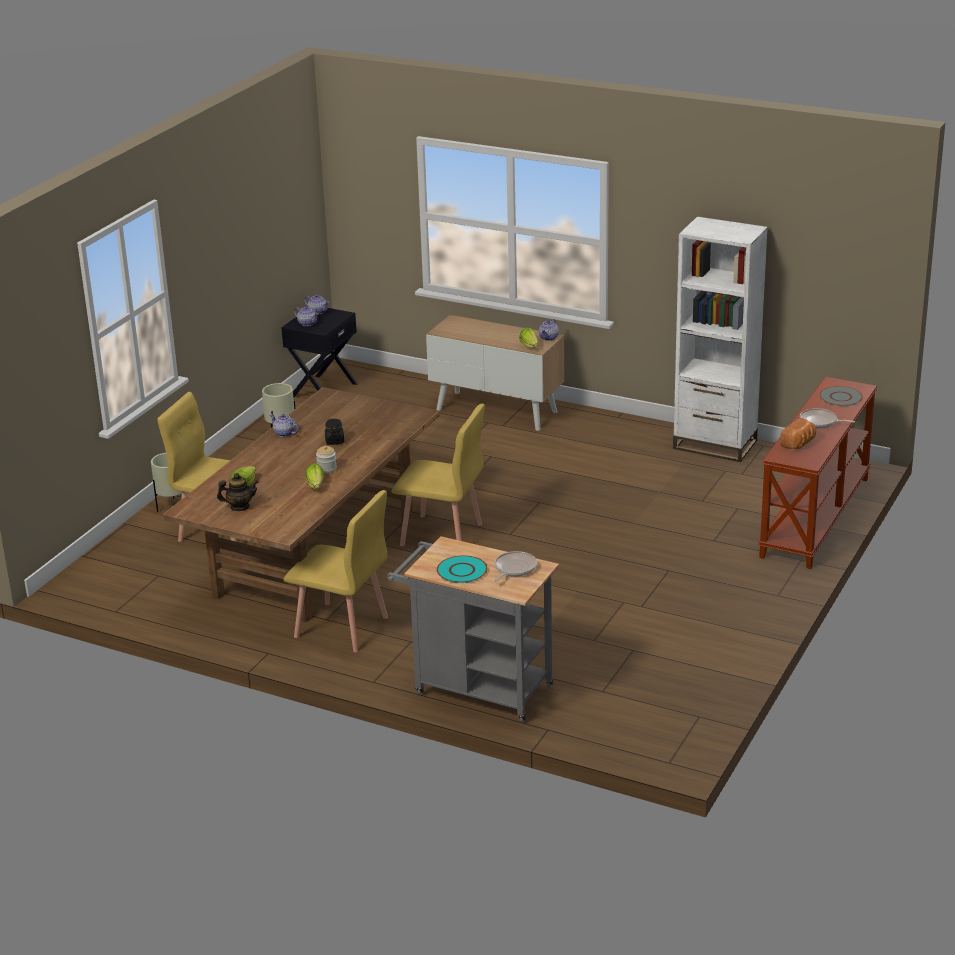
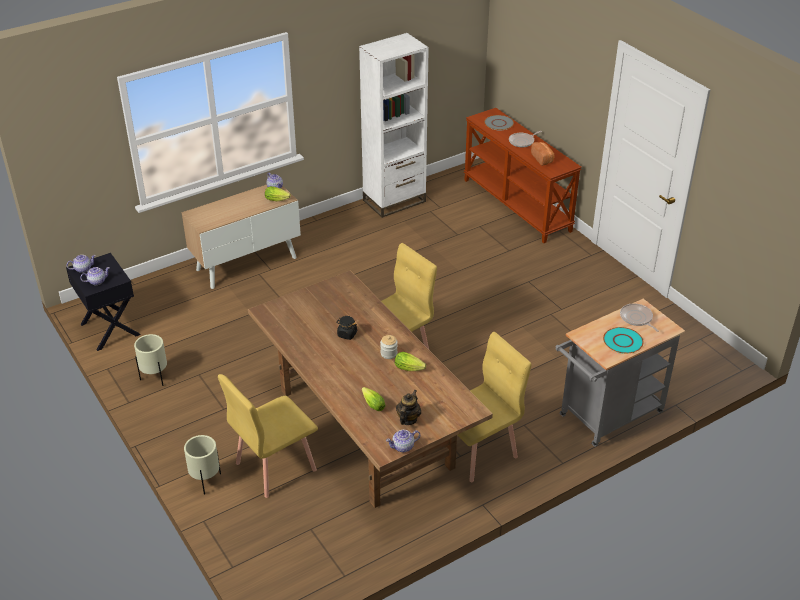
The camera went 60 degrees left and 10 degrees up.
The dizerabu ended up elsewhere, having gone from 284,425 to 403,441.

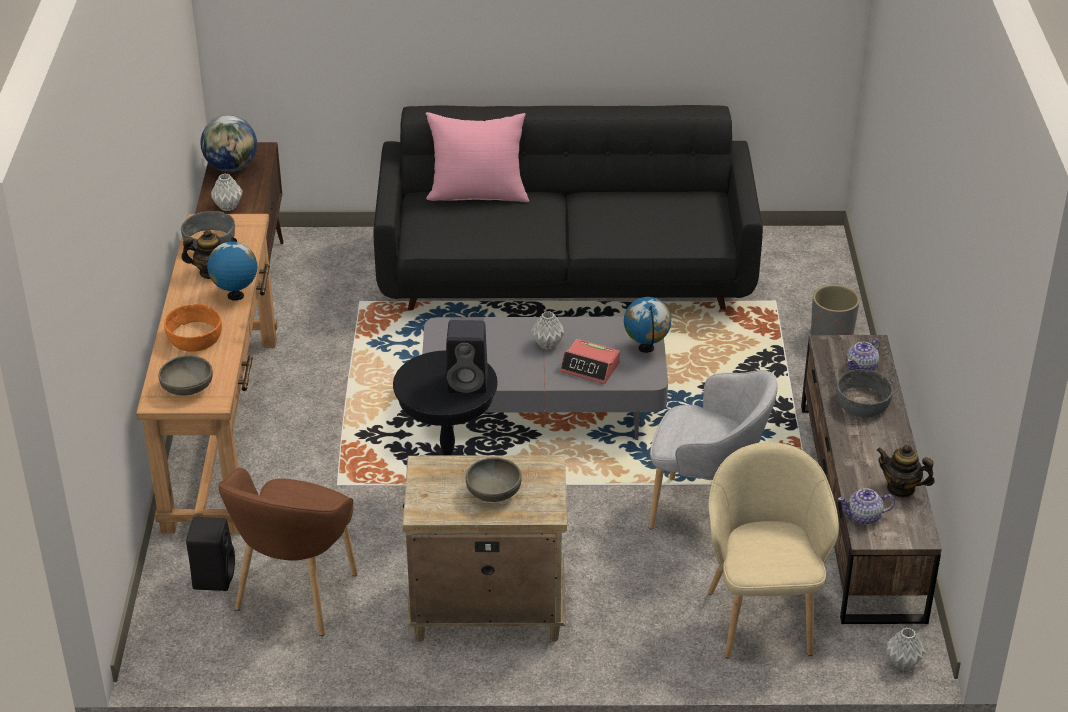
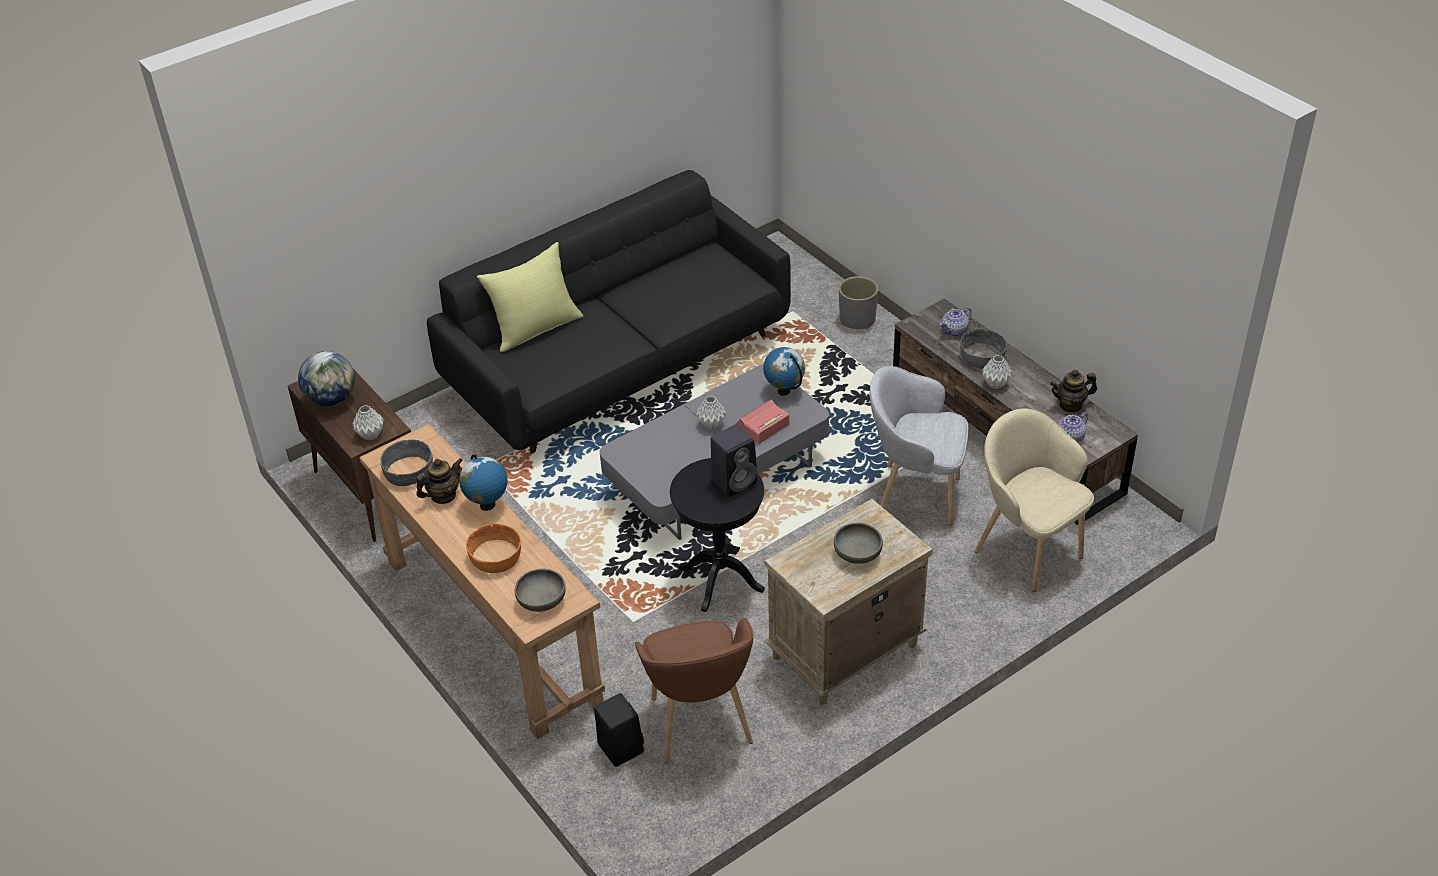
The camera went 35 degrees left and 5 degrees up.
What was the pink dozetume at 477,157 turned into the yellow dozetume at 530,297.
The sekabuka at 590,361 ended up facing another way, 150 degrees clockwise from before.
The dizerabu at 863,355 ended up facing another way, 45 degrees clockwise from before.
The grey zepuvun at 713,450 ended up facing another way, 150 degrees counterclockwise from before.
The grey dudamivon ended up elsewhere, having gone from 905,649 to 997,372.

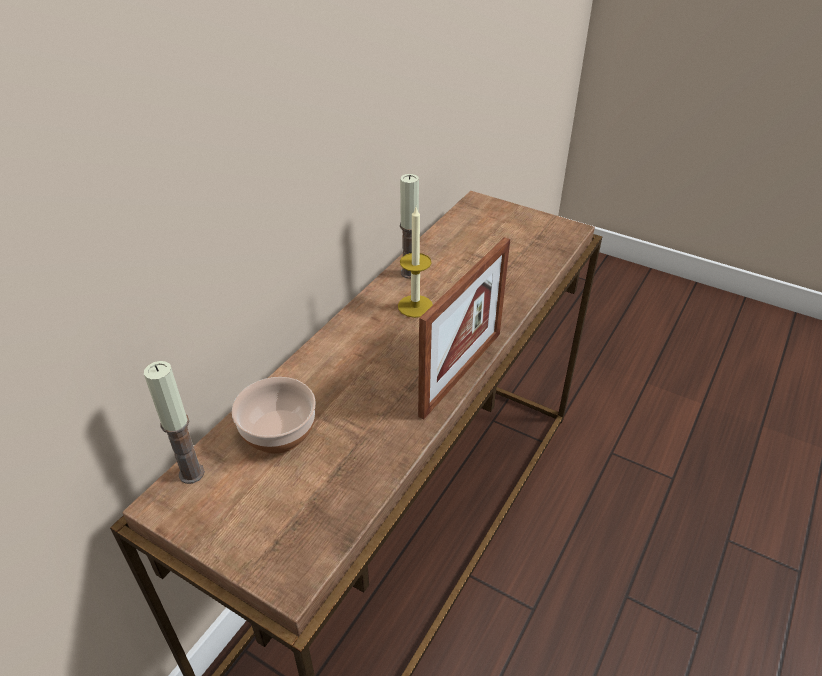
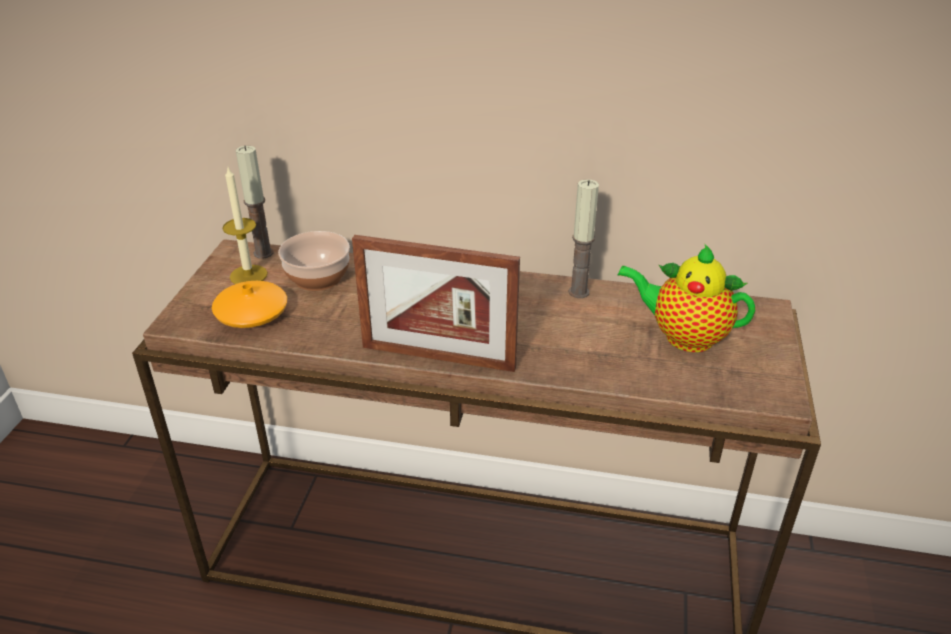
The camera went 70 degrees right and 5 degrees down.
The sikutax ended up elsewhere, having gone from 415,262 to 245,225.
The second view gained the dizerabu at 686,298.
The second view gained the orange dudamivon at 249,304.

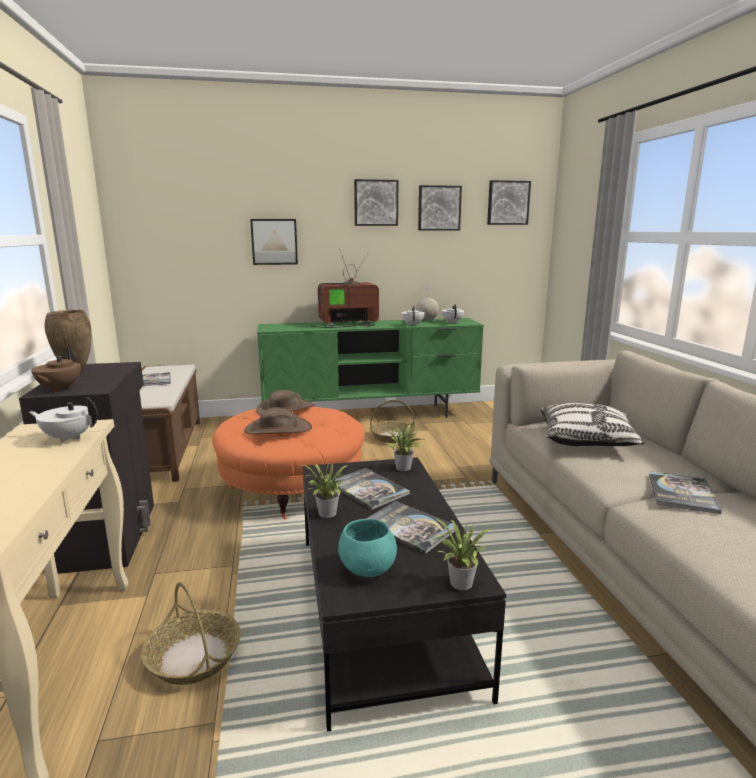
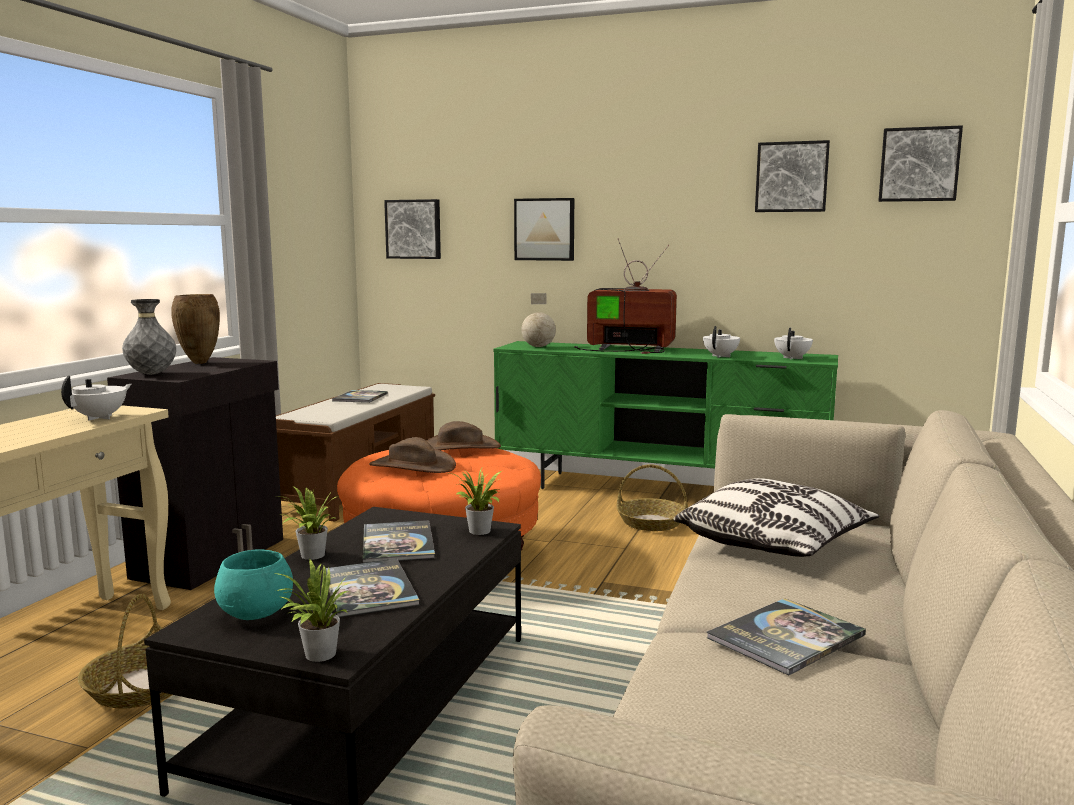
The camera went 30 degrees right and 5 degrees down.
The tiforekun ended up elsewhere, having gone from 376,202 to 412,229.
The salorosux ended up elsewhere, having gone from 427,303 to 538,320.
Where the brown dizerabu stood at 56,369, the grey dudamivon came to stand at 149,337.
The white dizerabu at 63,420 ended up facing another way, 75 degrees clockwise from before.

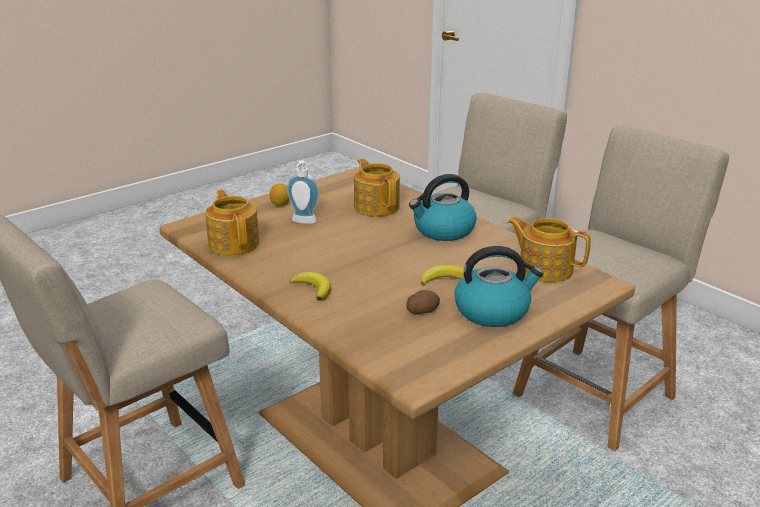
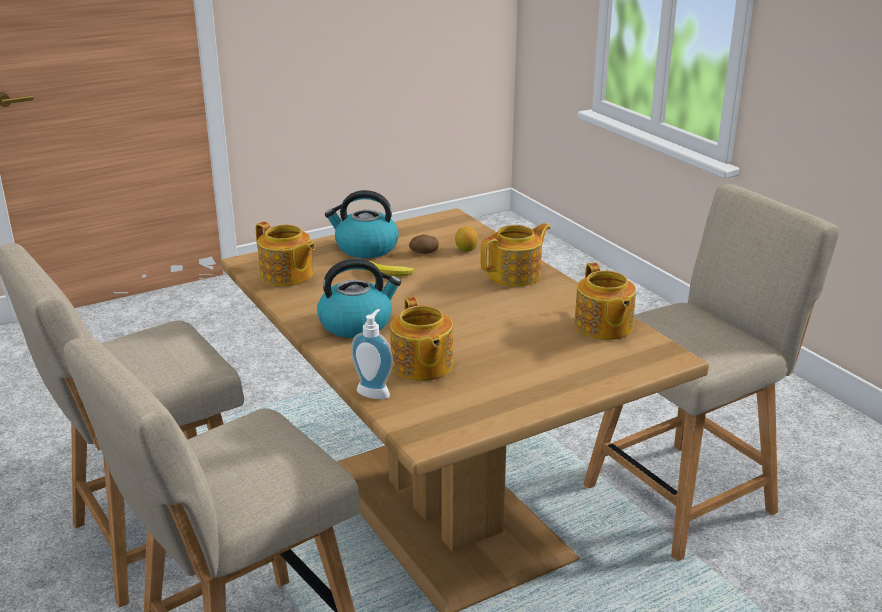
The camera went 170 degrees left and 0 degrees up.
The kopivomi ended up elsewhere, having gone from 303,192 to 372,354.
The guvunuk ended up elsewhere, having gone from 279,194 to 466,239.
Where the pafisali stood at 310,286, the dizerabu came to stand at 515,255.

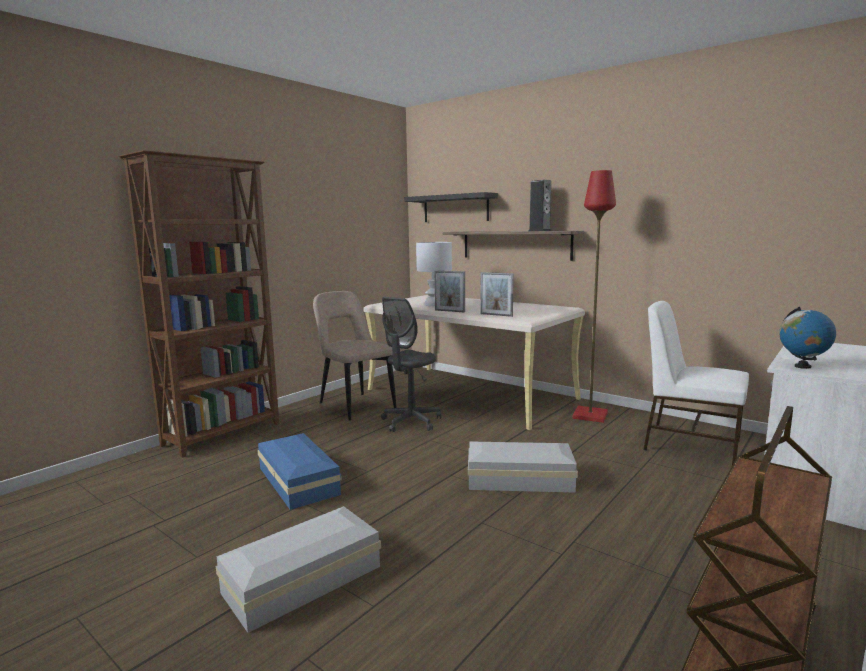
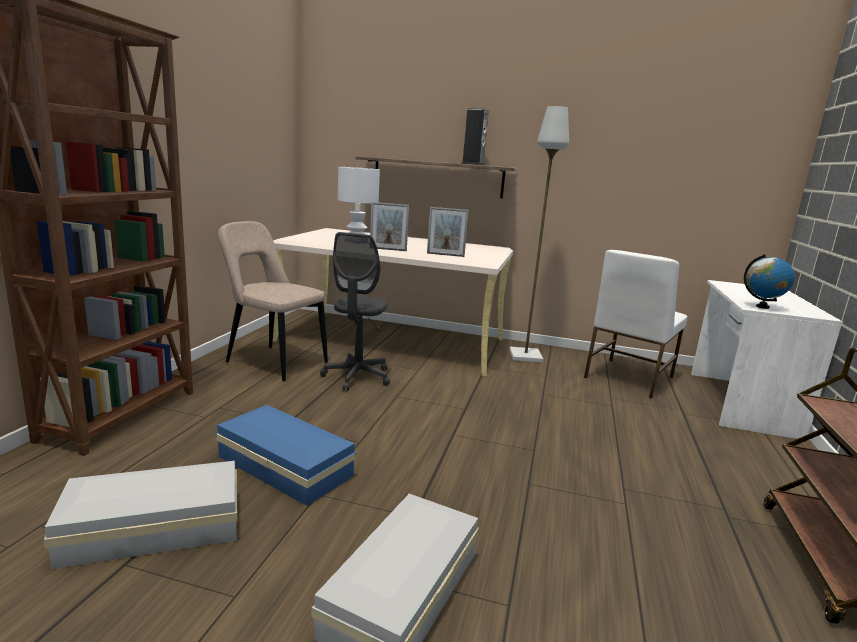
The camera went 25 degrees left and 5 degrees up.
What was the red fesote at 594,296 turned into the grey fesote at 539,234.
The second view lost the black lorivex at 451,207.
The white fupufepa at 696,383 ended up facing another way, 60 degrees counterclockwise from before.
The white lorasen ended up elsewhere, having gone from 523,467 to 140,515.

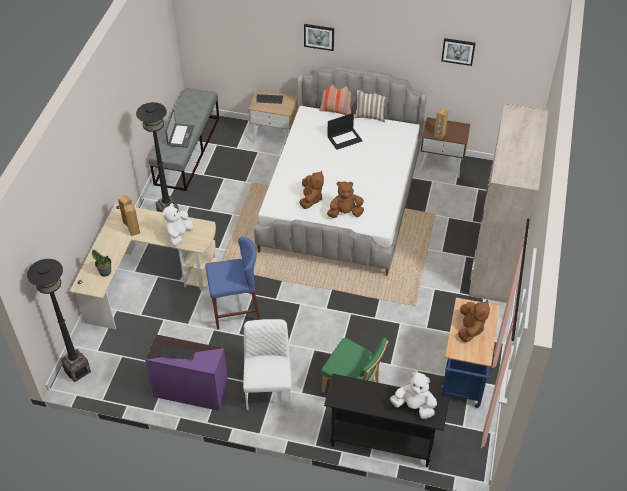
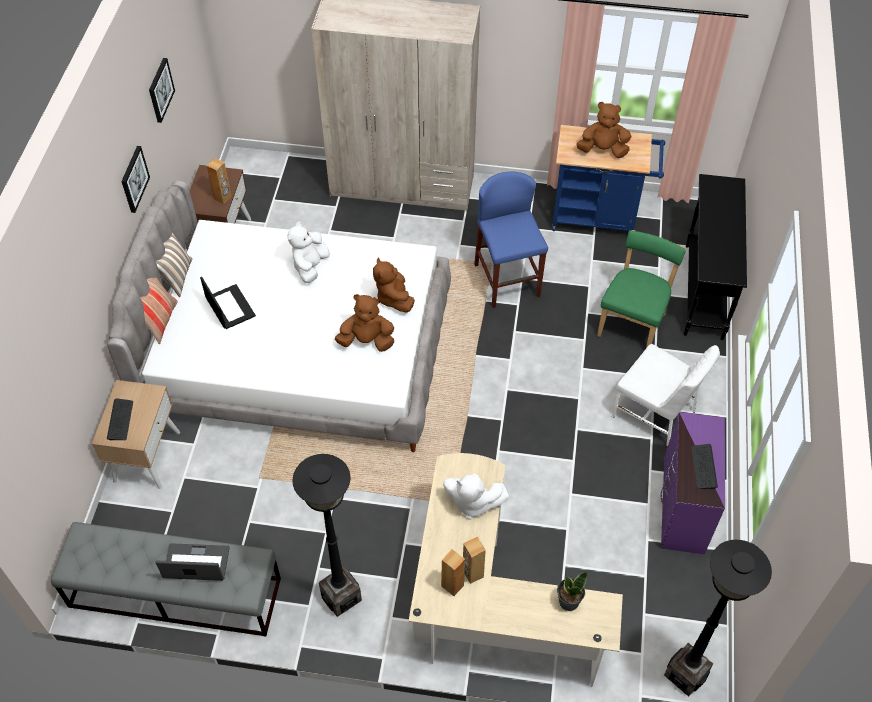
The camera went 95 degrees left and 5 degrees up.
The tiforekun ended up elsewhere, having gone from 319,37 to 135,179.
The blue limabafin ended up elsewhere, having gone from 232,283 to 511,240.
The white fupufepa at 267,364 ended up facing another way, 135 degrees counterclockwise from before.
The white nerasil ended up elsewhere, having gone from 413,395 to 308,252.

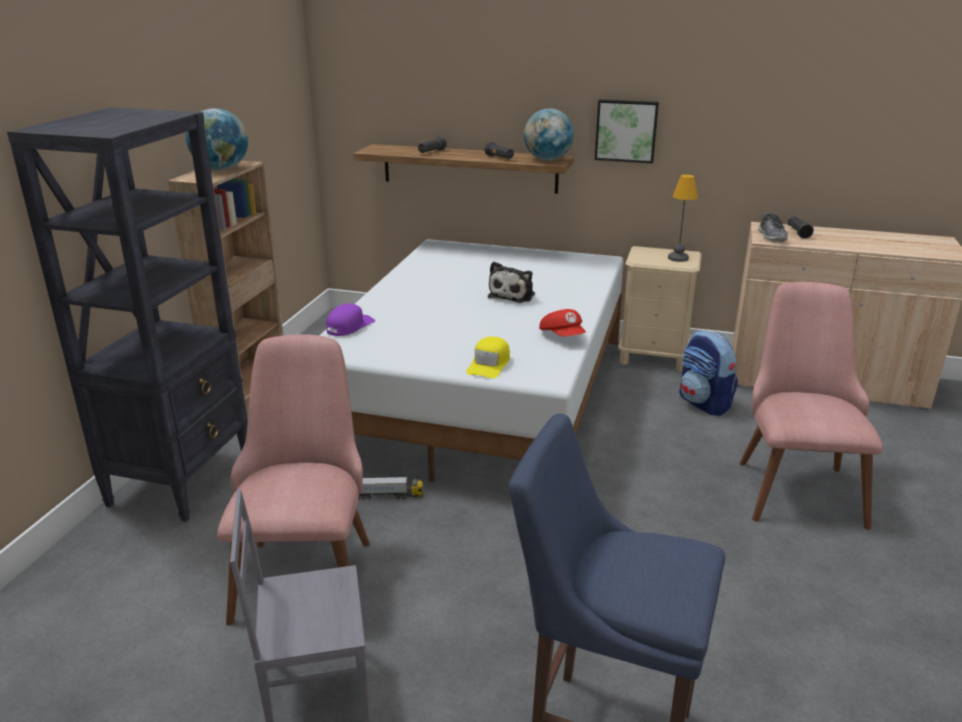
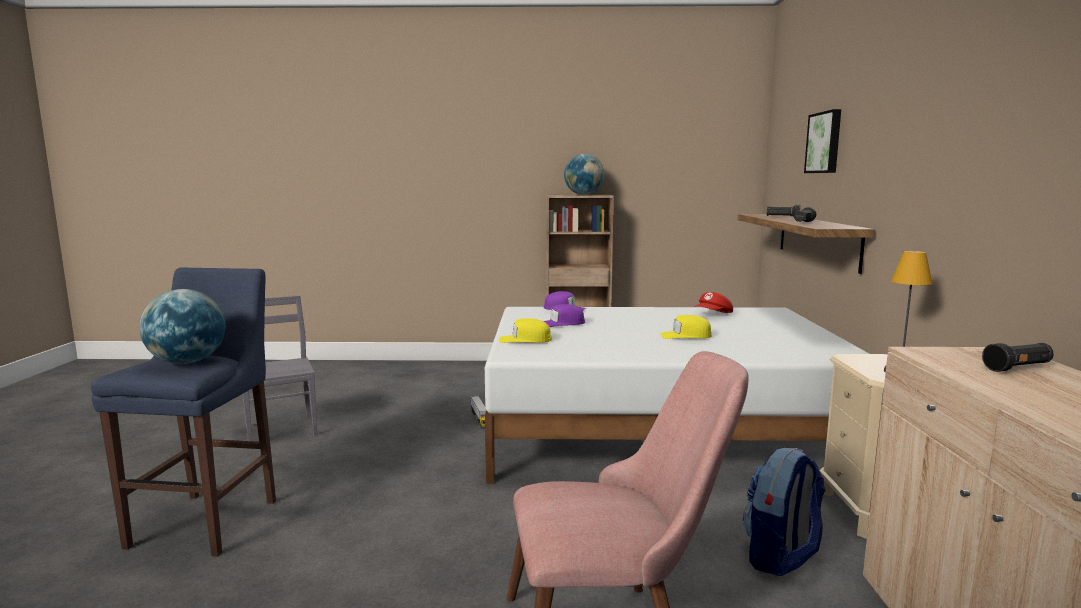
The camera went 75 degrees right and 15 degrees down.
The tiforekun ended up elsewhere, having gone from 627,131 to 822,141.
The second view lost the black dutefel at 127,314.
The salorosux ended up elsewhere, having gone from 549,135 to 182,326.
The second view lost the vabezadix at 773,227.
Where the nerasil stood at 511,282, the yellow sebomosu came to stand at 686,327.
The red sebomosu ended up elsewhere, having gone from 562,323 to 714,302.
The second view lost the pink fupufepa at 293,480.
The second view gained the purple sebomosu at 564,315.

